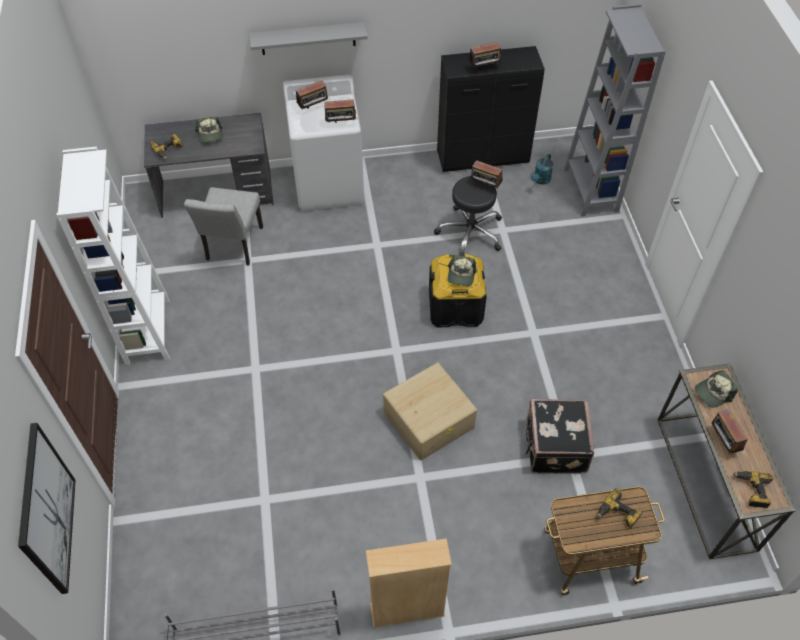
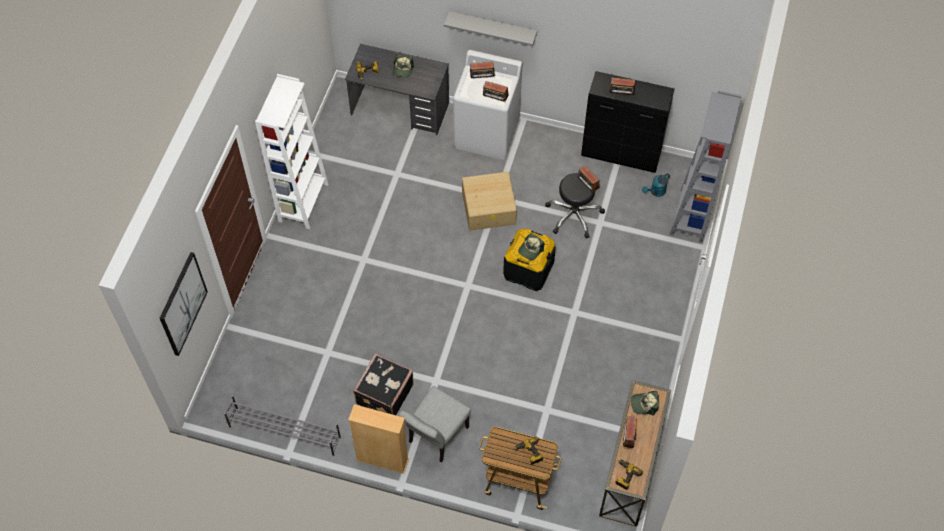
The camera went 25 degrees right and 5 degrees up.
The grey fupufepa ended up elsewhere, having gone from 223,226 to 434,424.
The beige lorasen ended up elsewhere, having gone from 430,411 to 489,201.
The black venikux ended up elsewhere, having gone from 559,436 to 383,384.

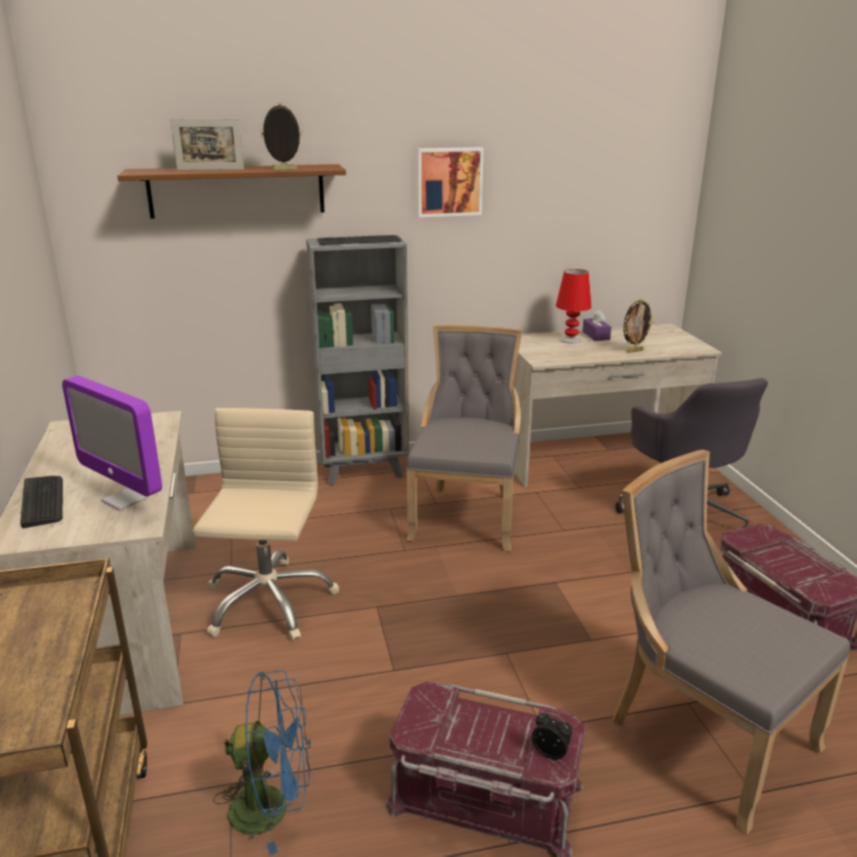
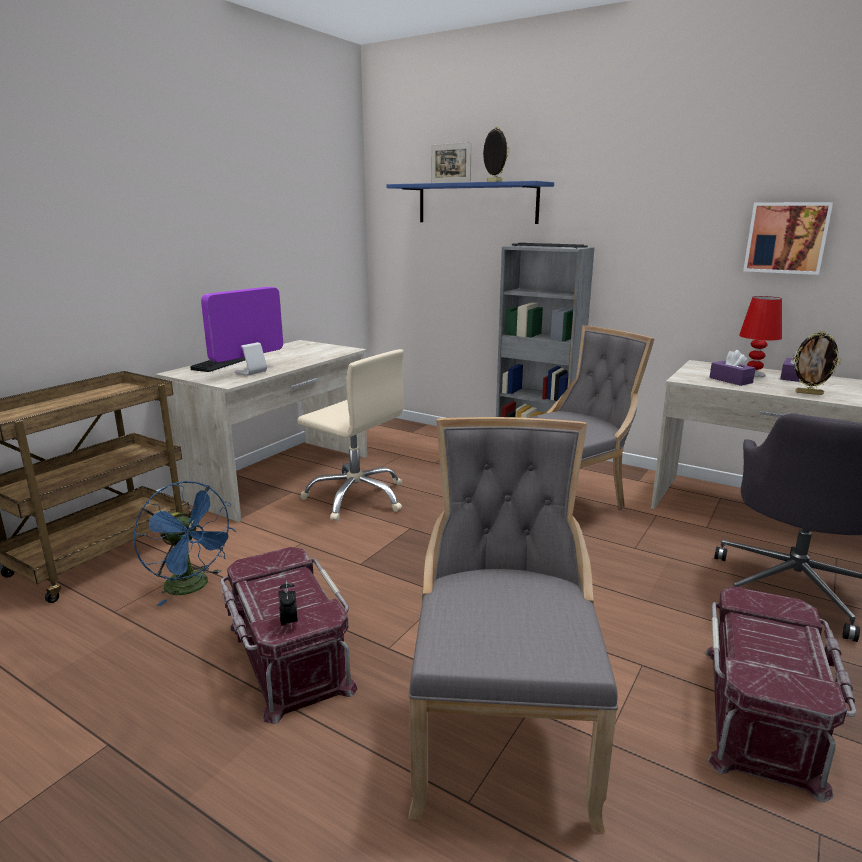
The camera went 45 degrees right and 5 degrees down.
The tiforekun ended up elsewhere, having gone from 450,182 to 788,238.
What was the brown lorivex at 231,191 turned into the blue lorivex at 470,202.
The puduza at 112,443 ended up facing another way, 45 degrees clockwise from before.
The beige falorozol at 266,524 ended up facing another way, 75 degrees clockwise from before.
The second view gained the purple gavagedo at 733,368.

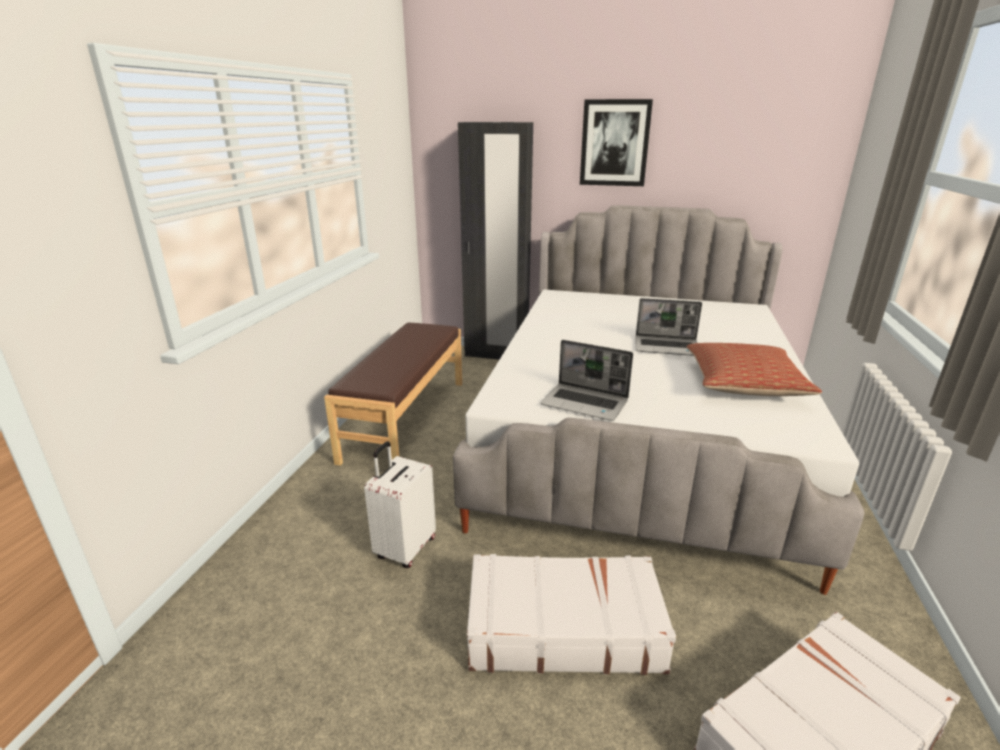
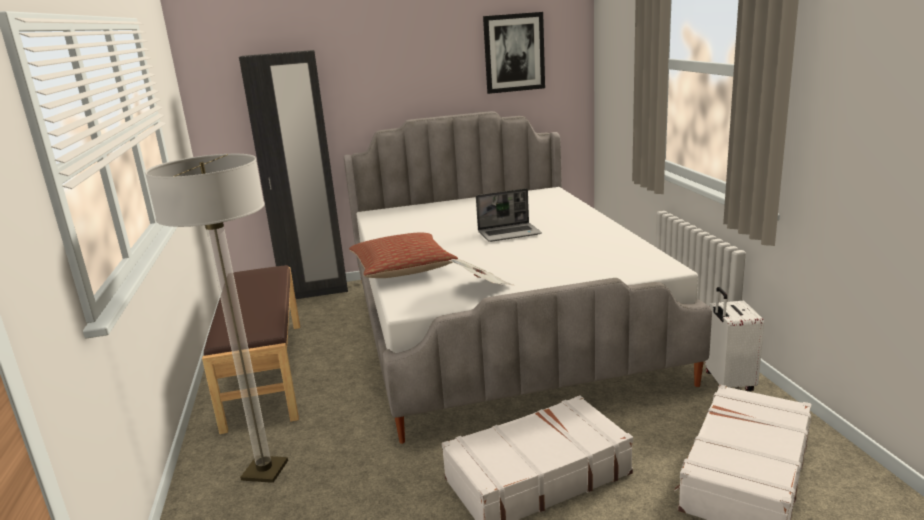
The camera went 25 degrees left and 5 degrees down.
The tiforekun ended up elsewhere, having gone from 616,142 to 514,53.
Where the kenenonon stood at 586,380, the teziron came to stand at 481,272.
The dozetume ended up elsewhere, having gone from 754,369 to 403,255.
The white venikux ended up elsewhere, having gone from 400,505 to 734,339.
The second view gained the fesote at 216,318.

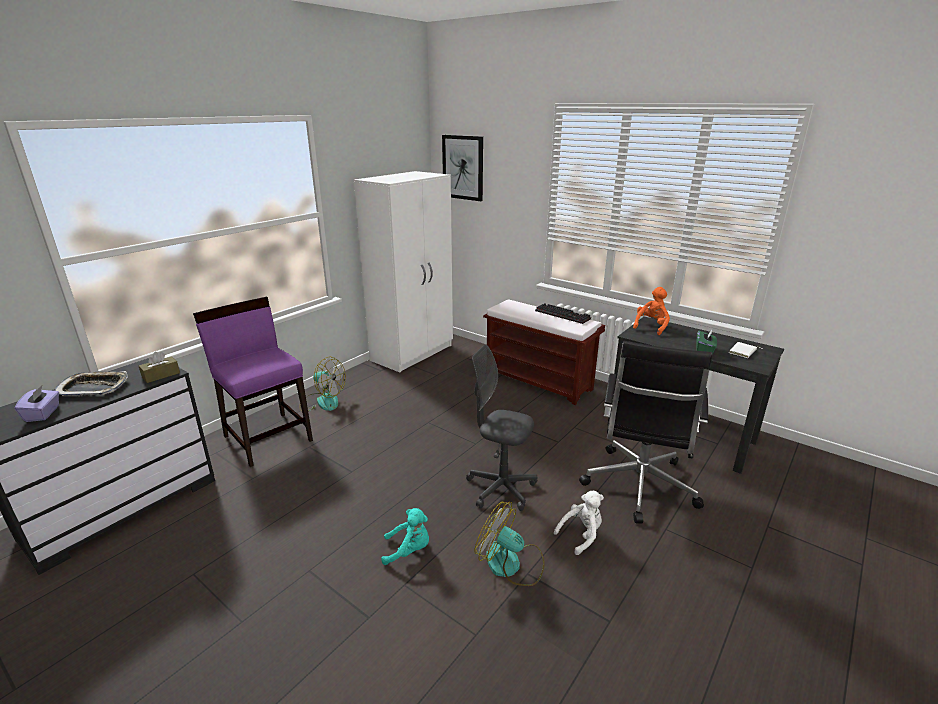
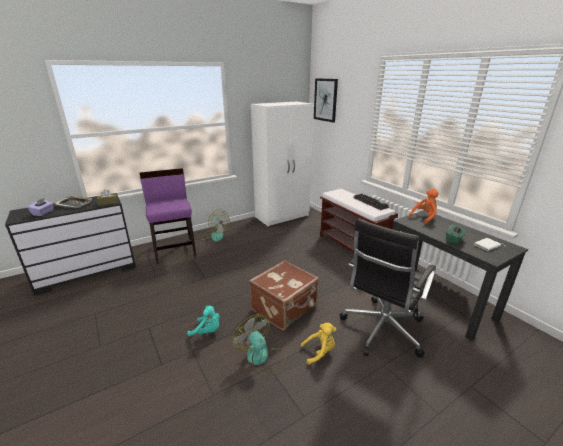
The camera went 20 degrees right and 0 degrees up.
Where the grey falorozol stood at 501,428, the brown venikux came to stand at 284,295.
What was the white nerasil at 579,523 turned into the yellow nerasil at 318,344.

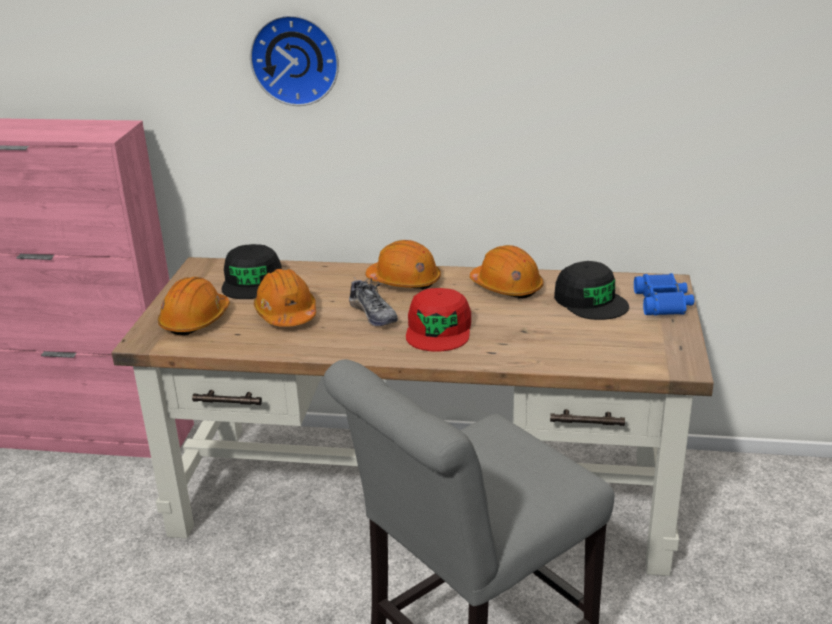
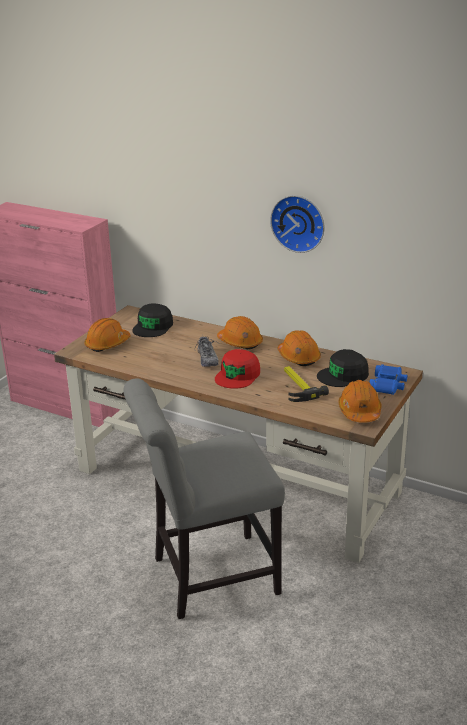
The camera went 20 degrees right and 0 degrees up.
The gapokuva ended up elsewhere, having gone from 294,60 to 297,224.
The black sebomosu at 591,290 ended up facing another way, 75 degrees clockwise from before.
The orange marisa ended up elsewhere, having gone from 285,298 to 360,401.
The second view gained the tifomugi at 306,384.

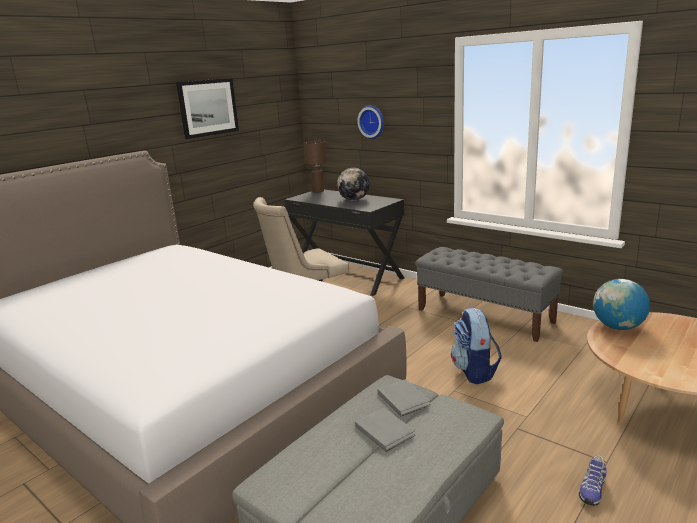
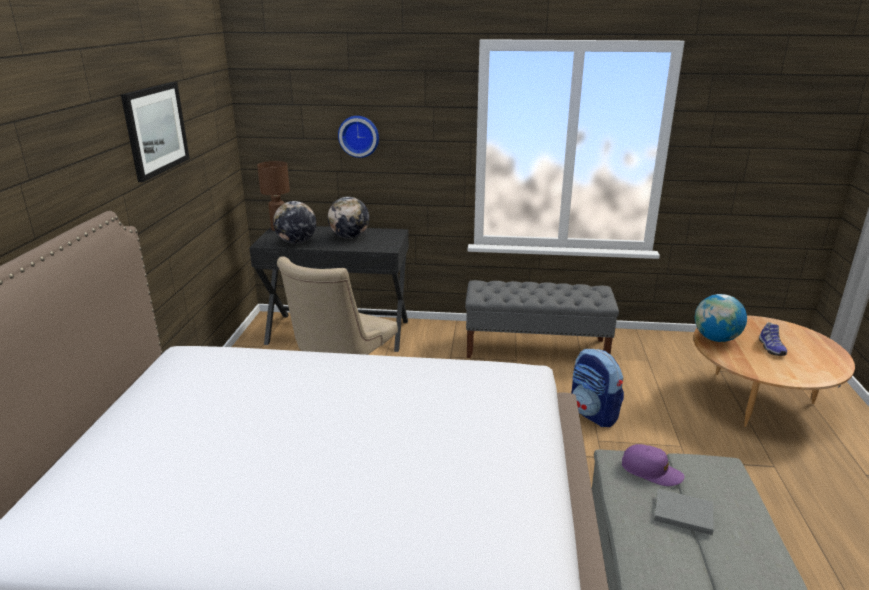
The camera went 35 degrees left and 5 degrees up.
Where the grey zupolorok stood at 404,397, the purple sebomosu came to stand at 653,465.
The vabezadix ended up elsewhere, having gone from 593,481 to 773,339.
The second view gained the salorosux at 294,222.

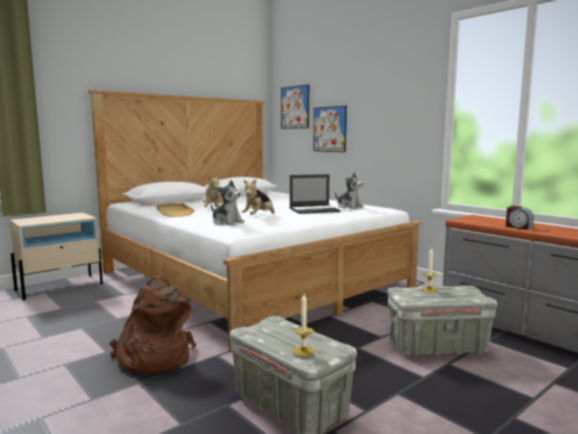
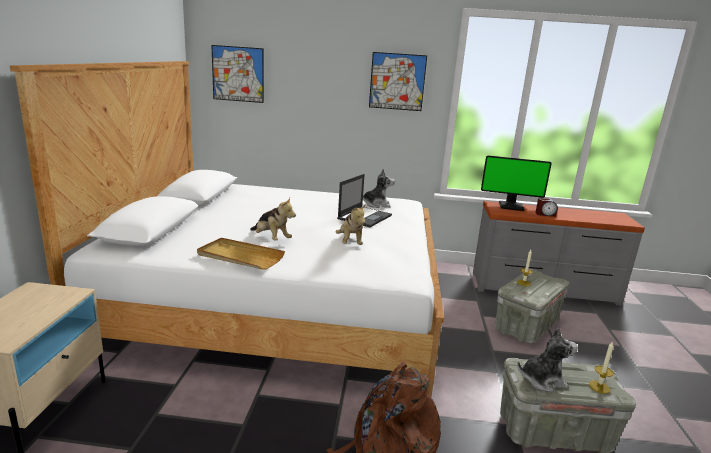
The camera went 45 degrees left and 10 degrees up.
The tiforekun ended up elsewhere, having gone from 330,129 to 398,81.
The nerasil ended up elsewhere, having gone from 228,203 to 547,359.
The second view gained the puduza at 516,183.

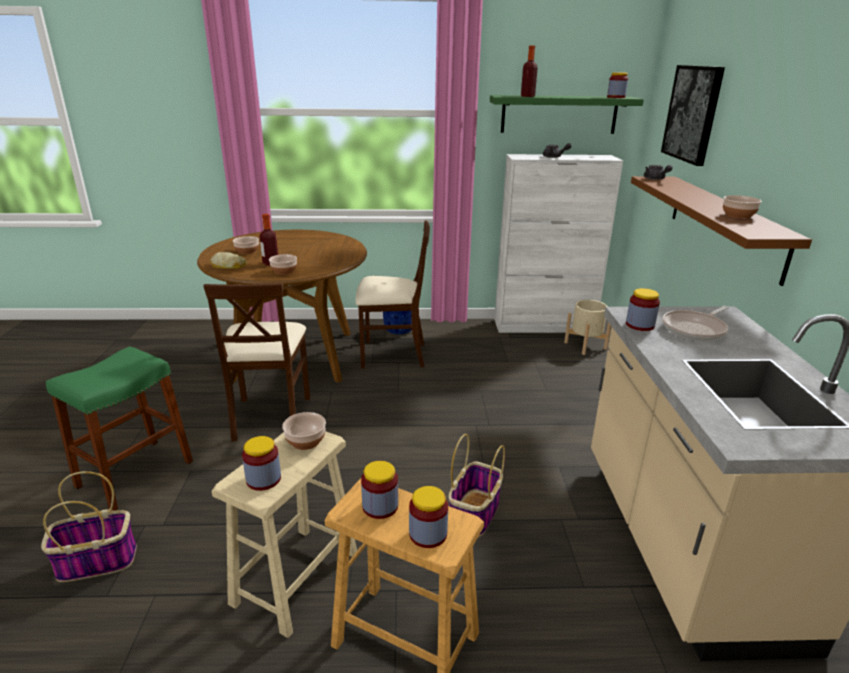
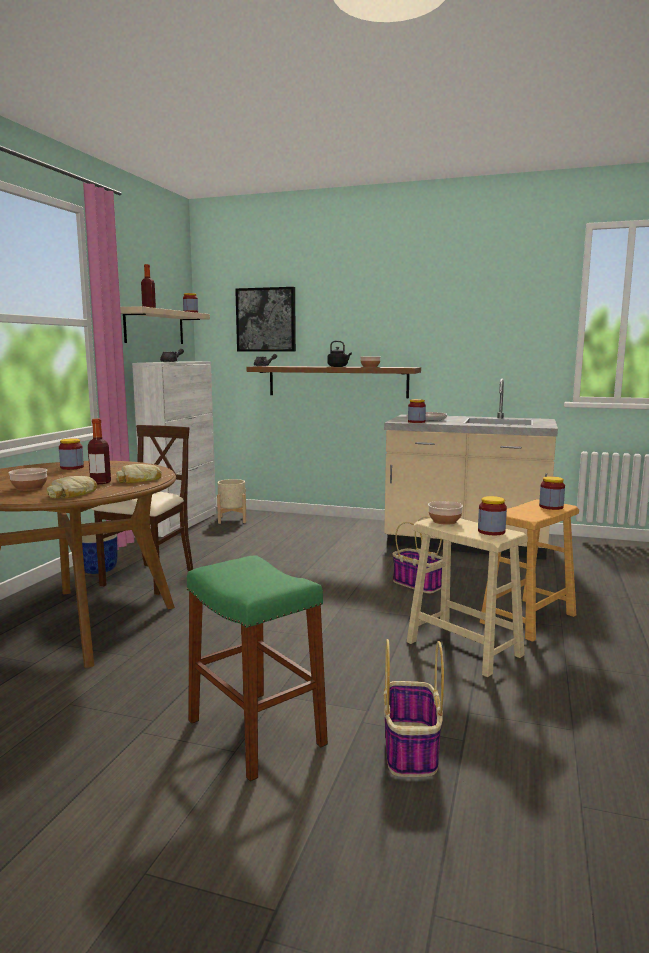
The camera went 70 degrees left and 15 degrees down.
What was the green lorivex at 567,114 turned into the beige lorivex at 165,325.
Where the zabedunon stood at 283,264, the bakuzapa came to stand at 139,473.
The second view lost the beige fupufepa at 256,362.
The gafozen ended up elsewhere, having gone from 379,490 to 71,454.
The second view gained the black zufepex at 339,354.

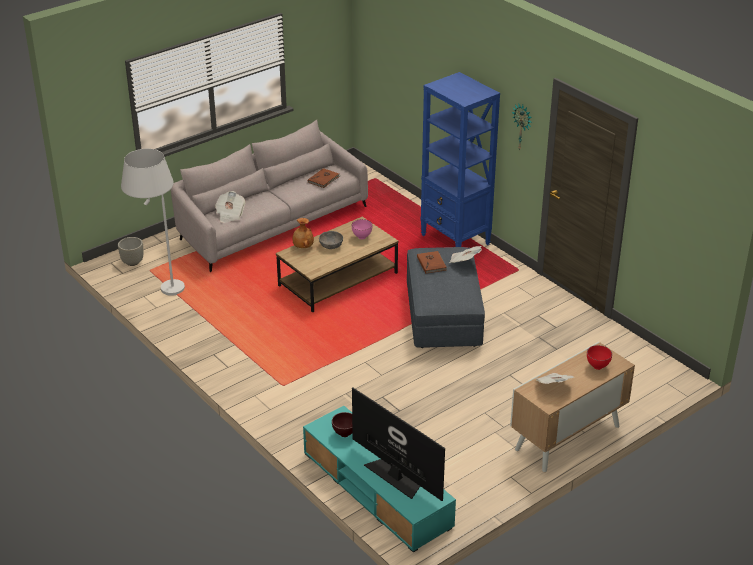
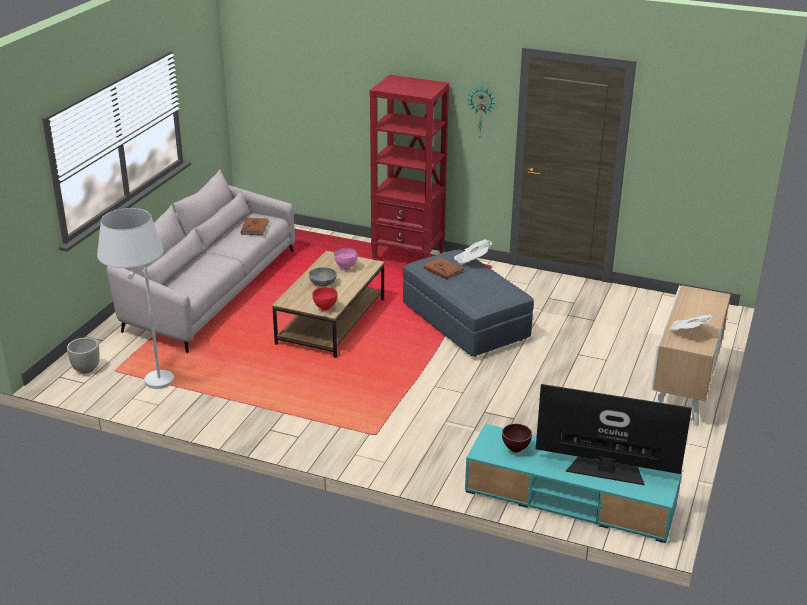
The camera went 30 degrees left and 5 degrees down.
What was the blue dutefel at 460,159 turned into the red dutefel at 409,167.
The second view lost the teziron at 230,207.
The second view lost the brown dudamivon at 303,233.
The red zabedunon ended up elsewhere, having gone from 599,357 to 324,299.

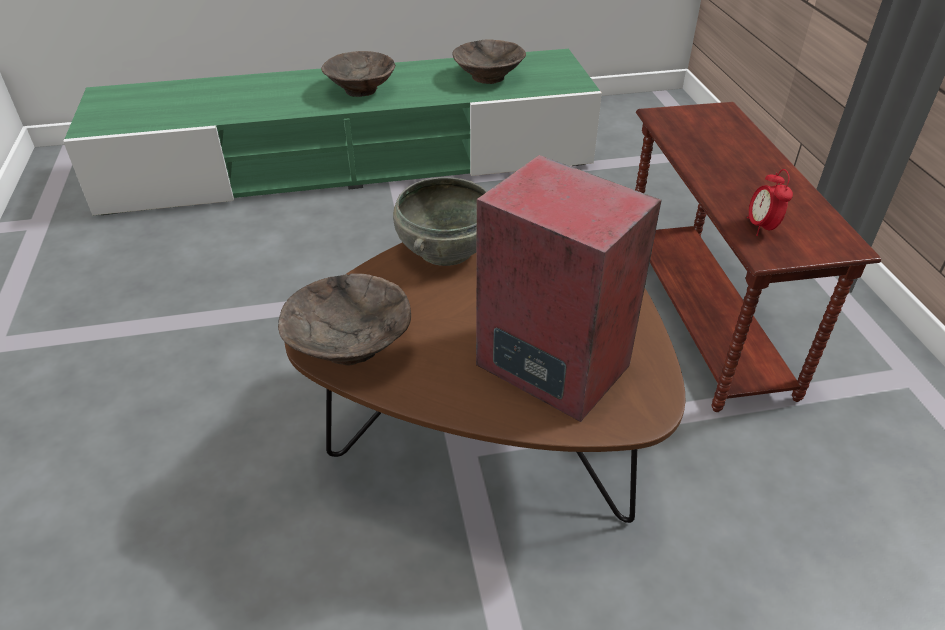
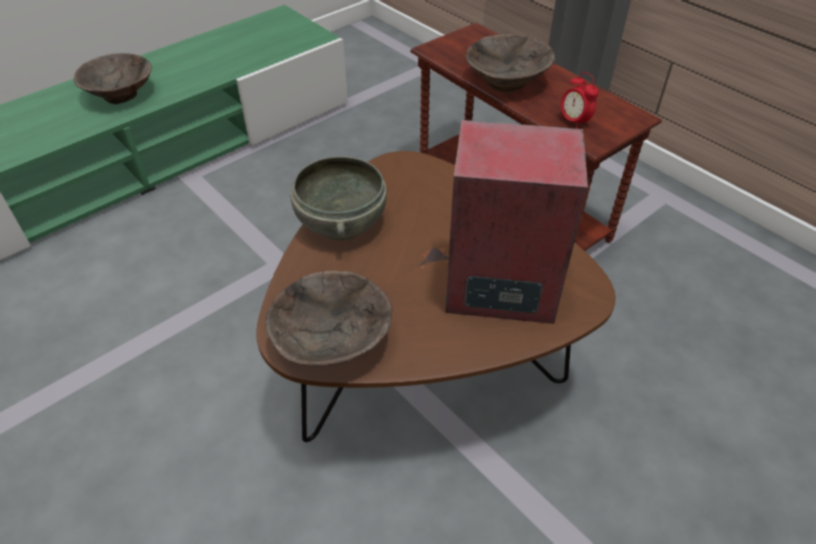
The camera went 30 degrees left and 5 degrees up.
The brown zabedunon ended up elsewhere, having gone from 489,61 to 510,63.

